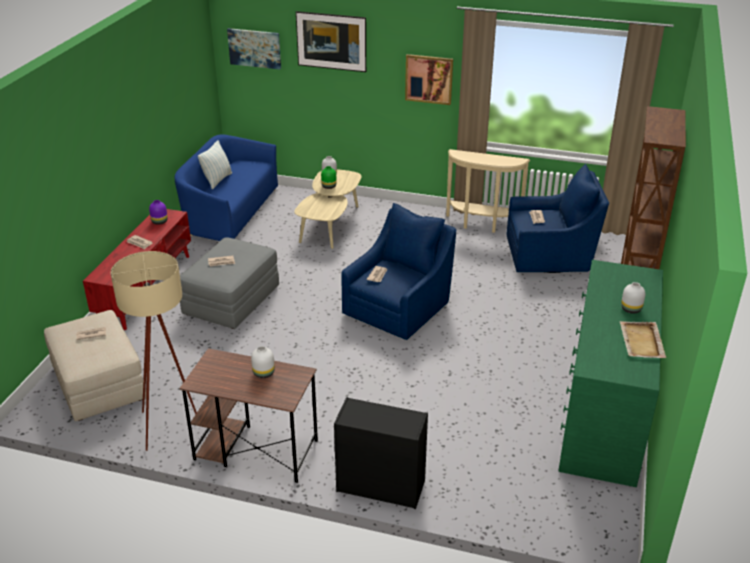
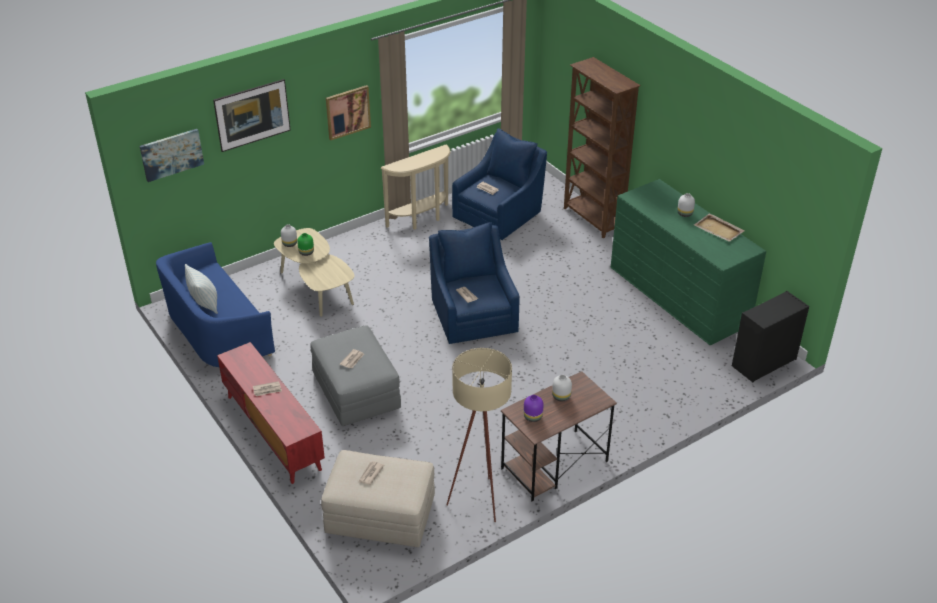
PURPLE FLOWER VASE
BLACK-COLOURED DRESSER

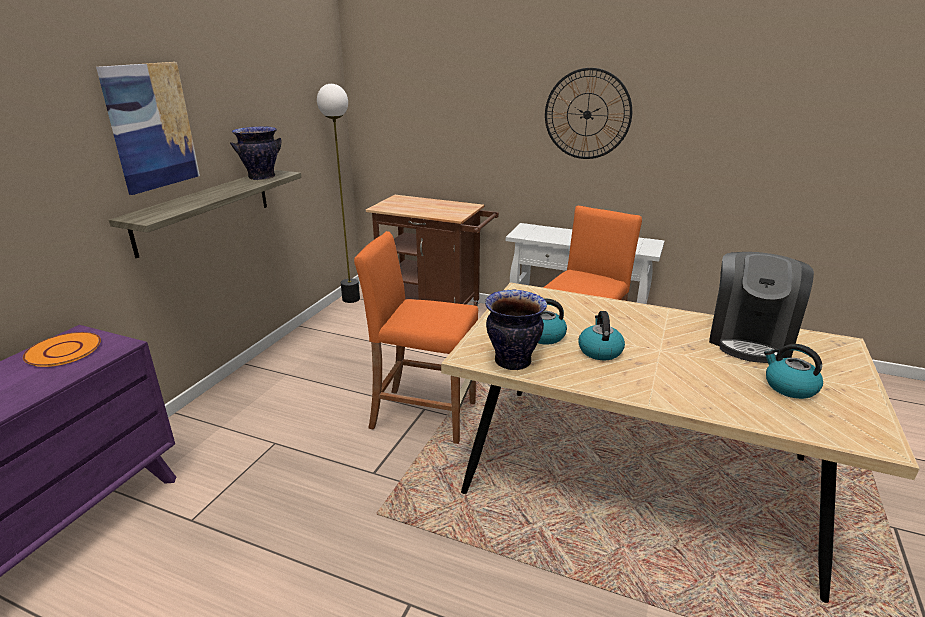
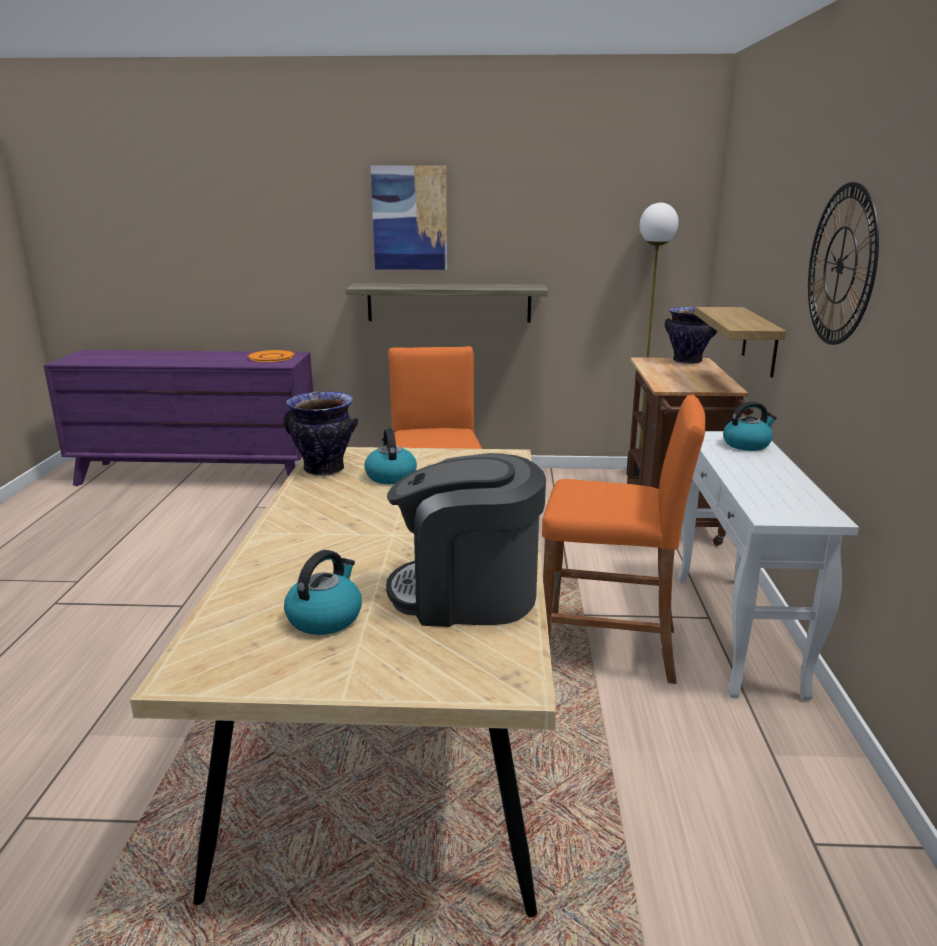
FLOWER VASE (no. 2 from left)
WALL SHELF (no. 2 from left)
TEA KETTLE (no. 3 from left)

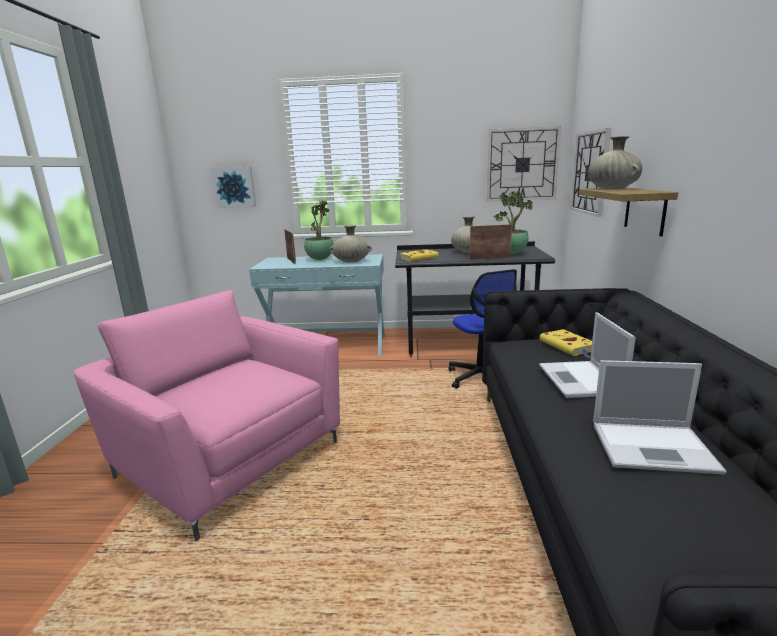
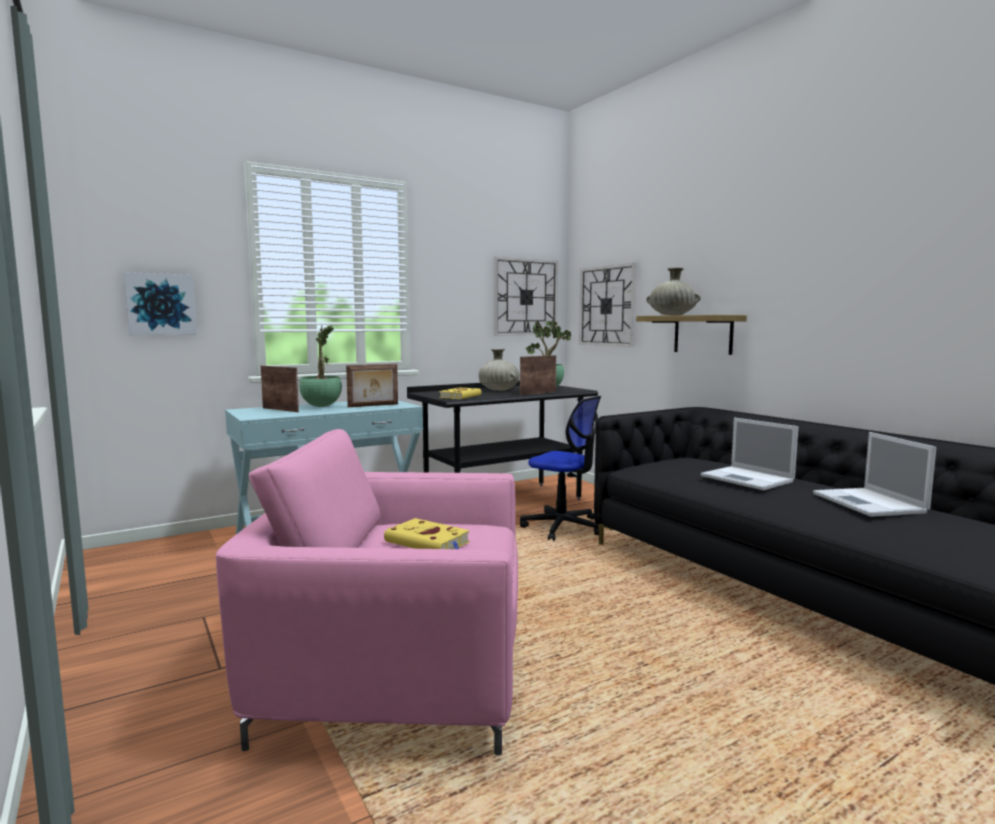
PICTURE FRAME (no. 2 from left)
YELLOW-COLOURED BOOK (no. 1 from left)
NOTEBOOK COMPUTER (no. 2 from left)

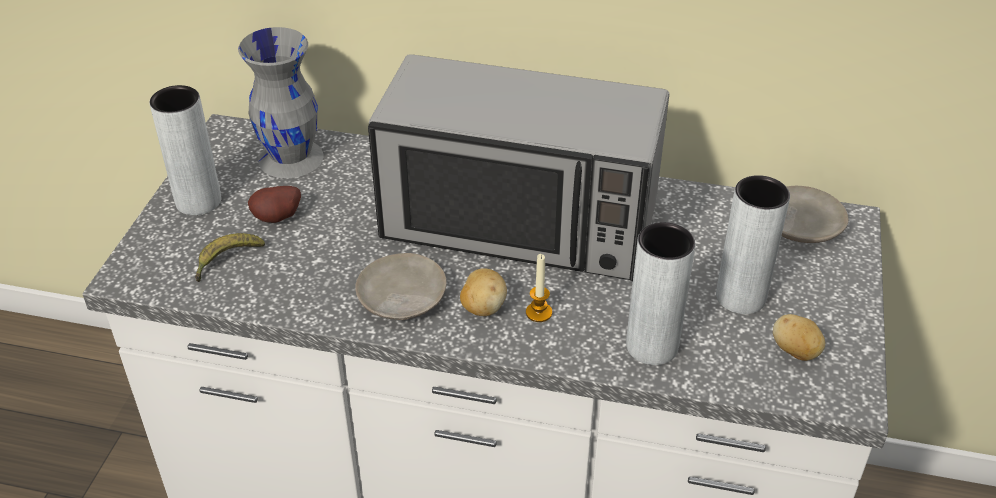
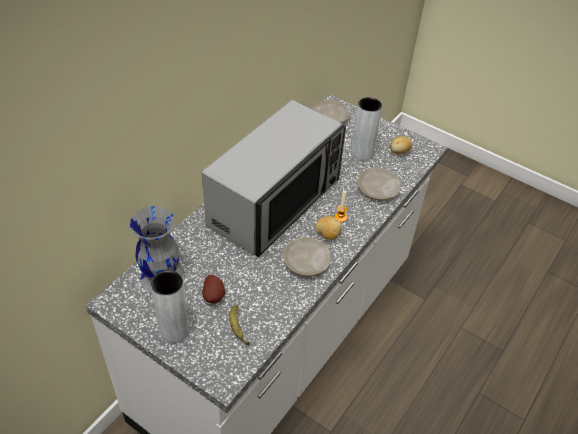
SAND-COLOURED PLATE (no. 3 from left)

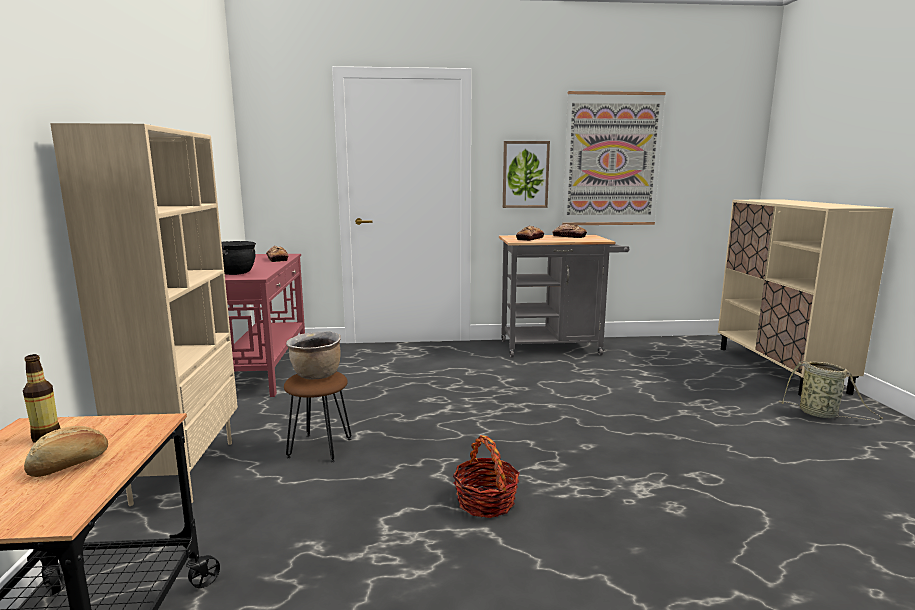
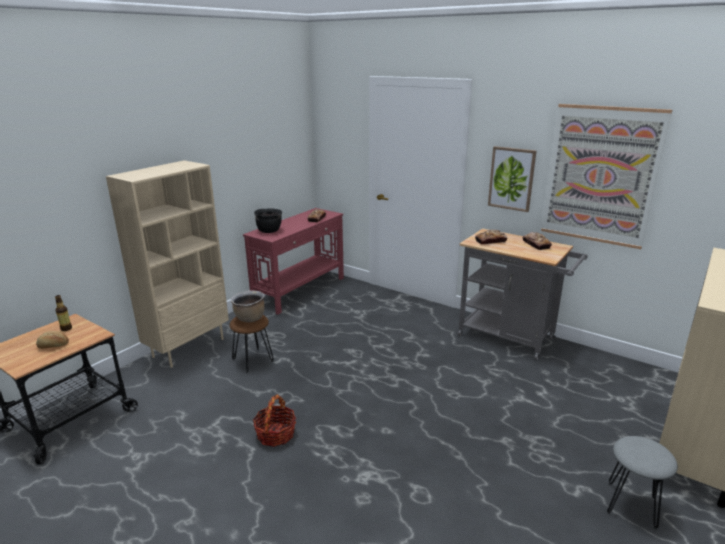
GRAY STOOL

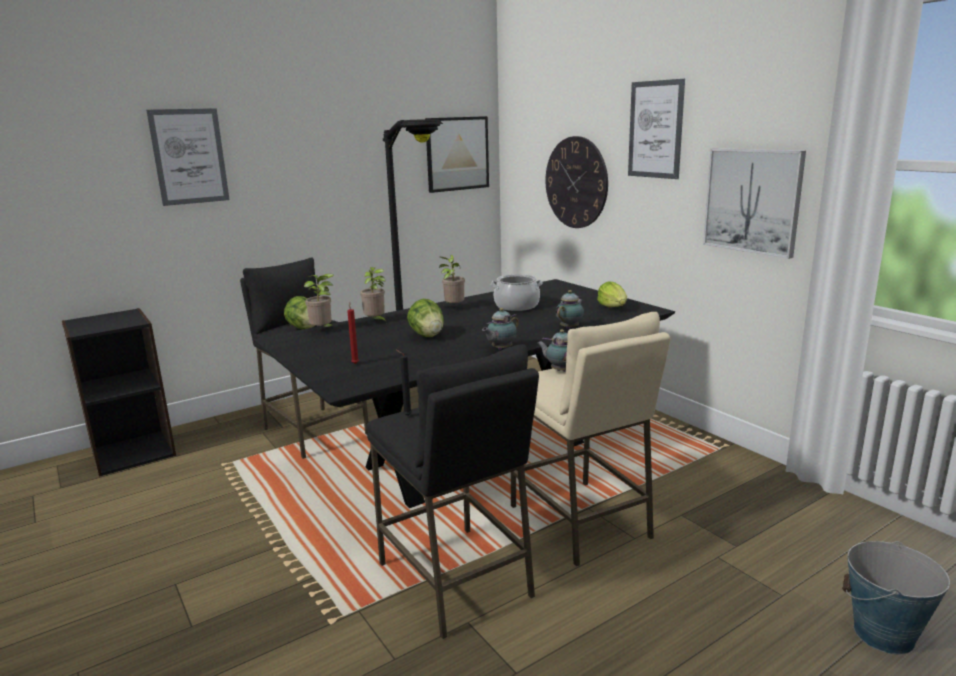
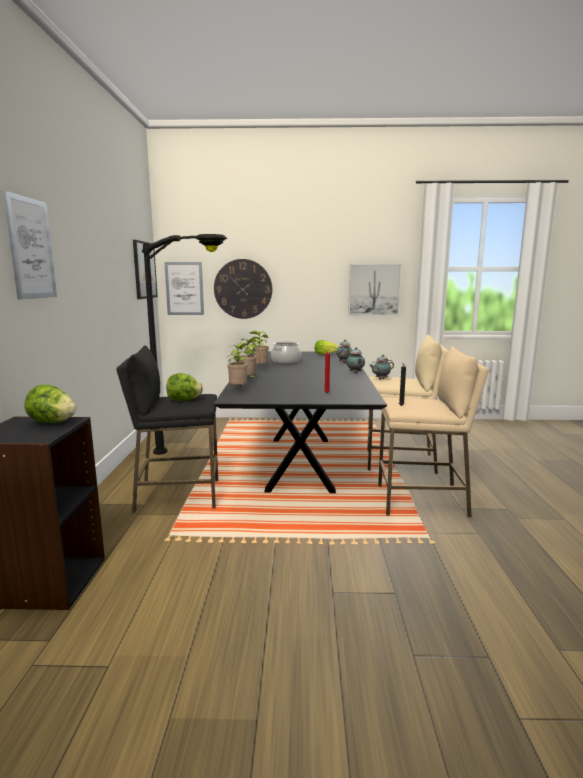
LETTUCE (no. 1 from left)
WALL ART (no. 3 from left)
SAND-COLOURED STOOL (no. 2 from left)
WATER BUCKET

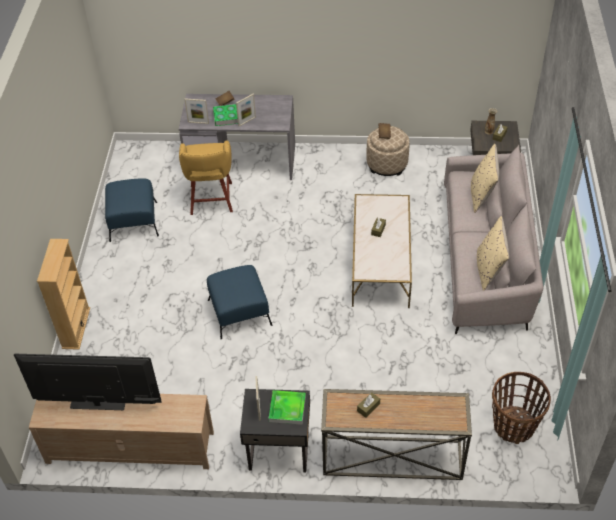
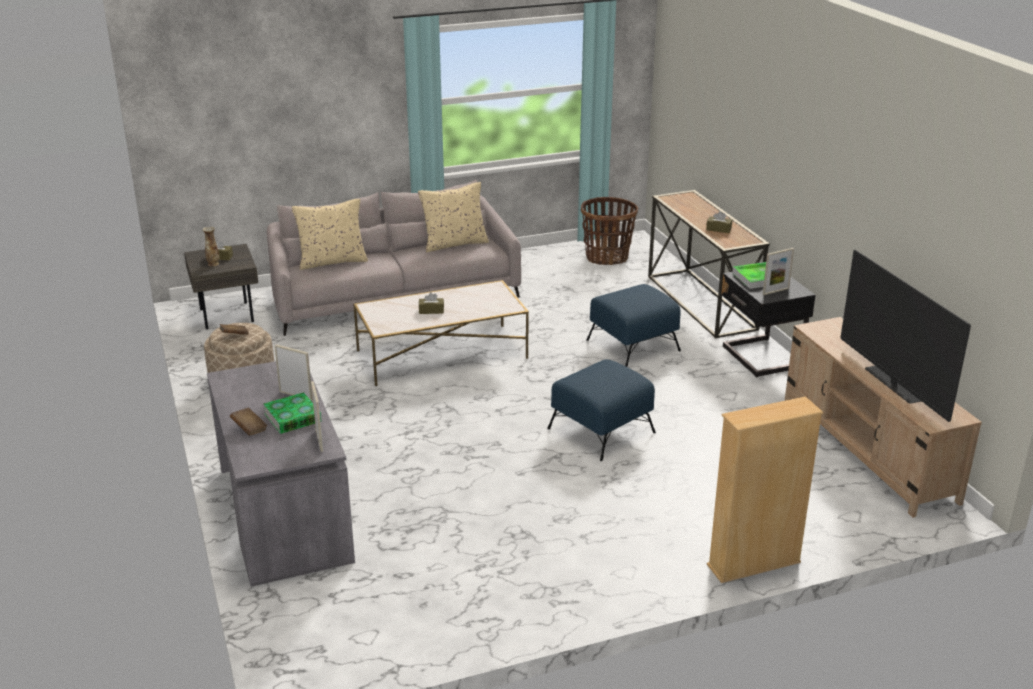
BLUE OTTOMAN (no. 2 from left)
YELLOW-COLOURED STOOL

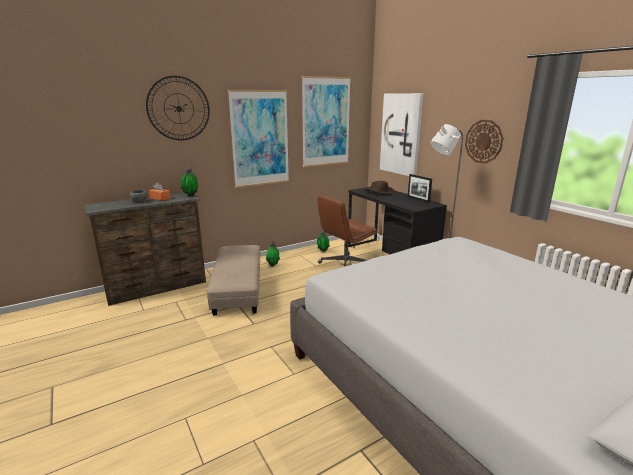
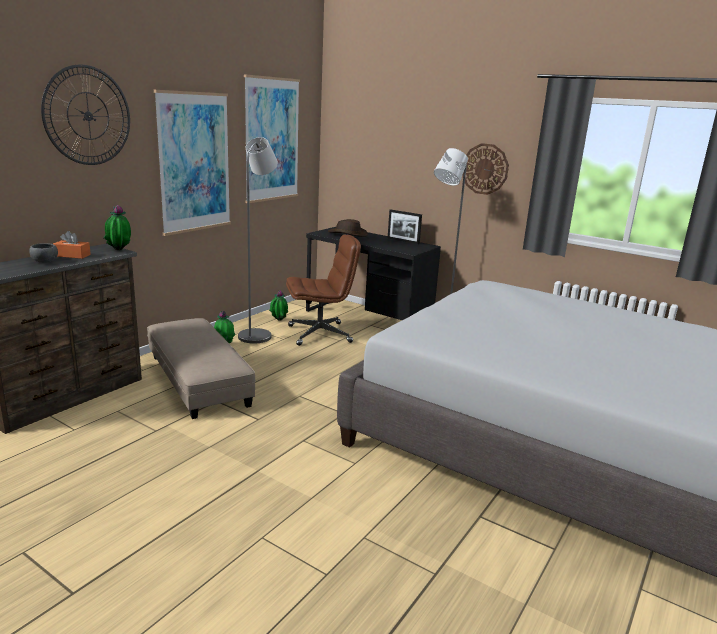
GRAY STANDARD LAMP (no. 1 from left)
BROWN-COLOURED OFFICE CHAIR
WALL ART (no. 3 from left in the first image)

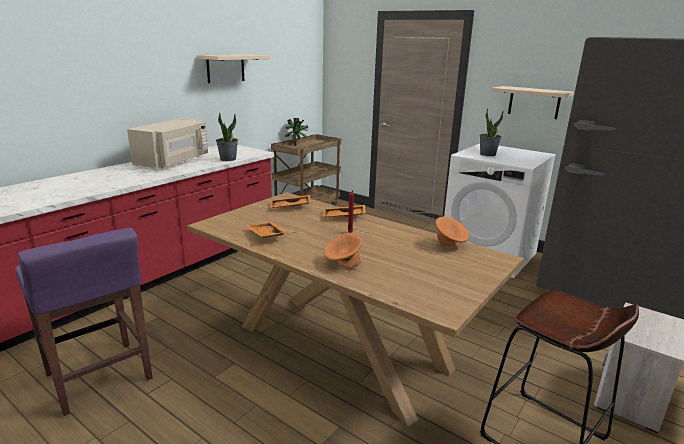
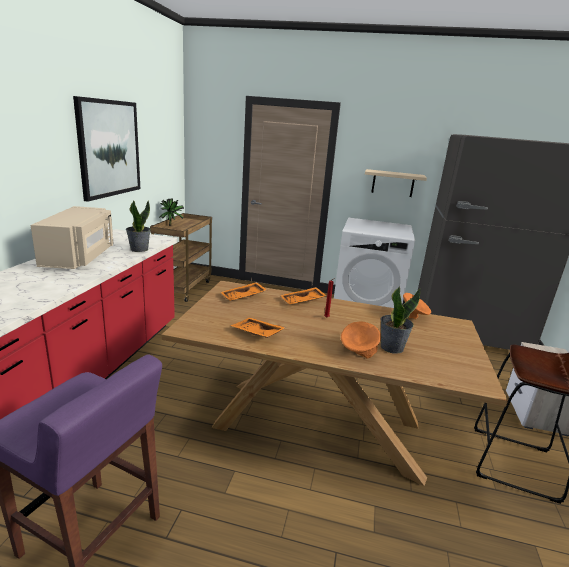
WALL ART
PLANT IN A POT (no. 3 from left)

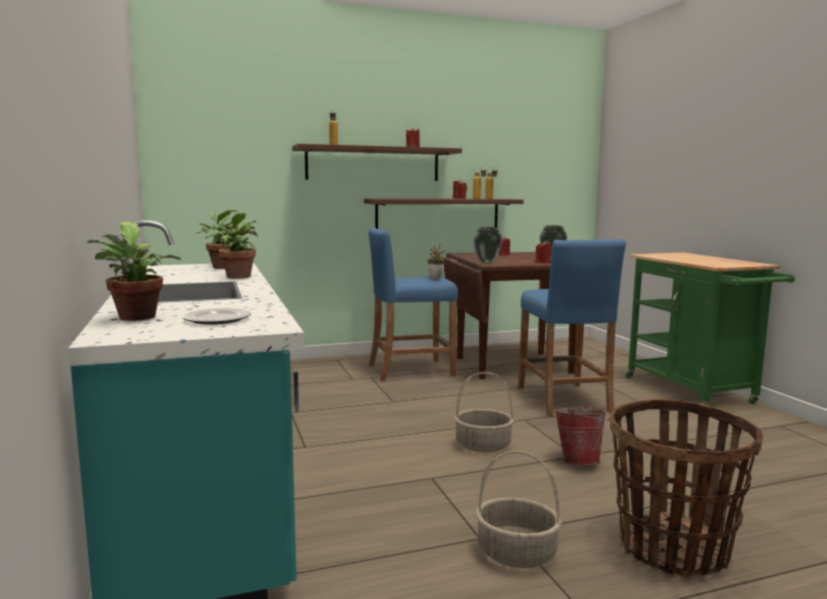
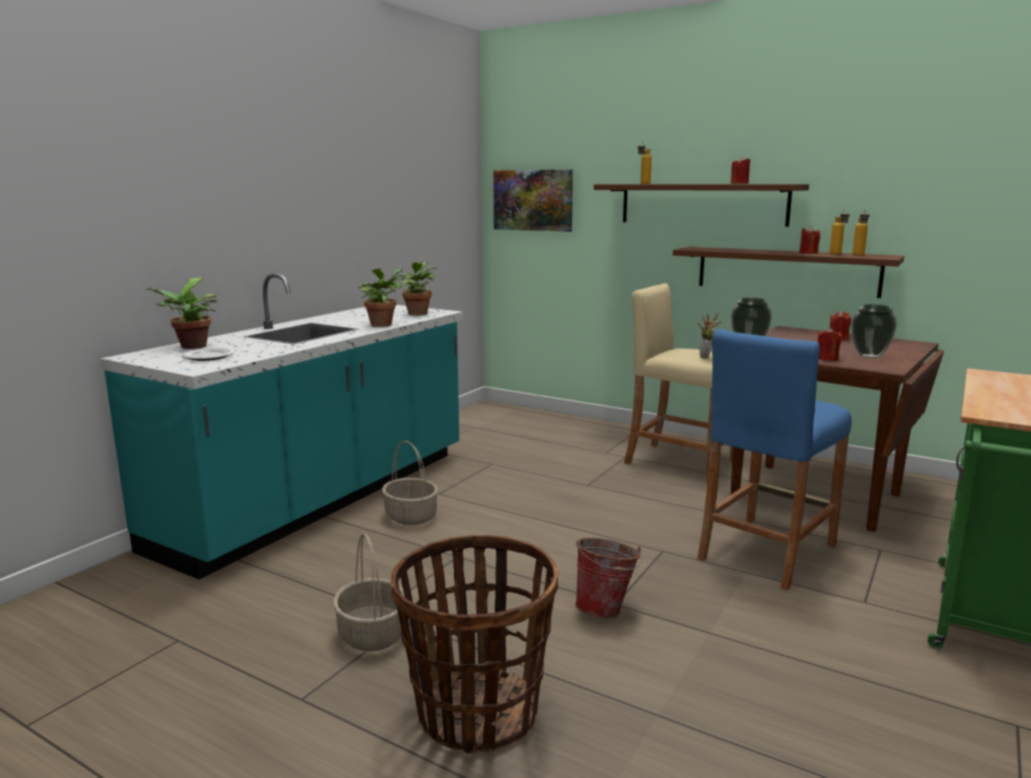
BASKET (no. 2 from left)
WALL ART
SAND-COLOURED STOOL

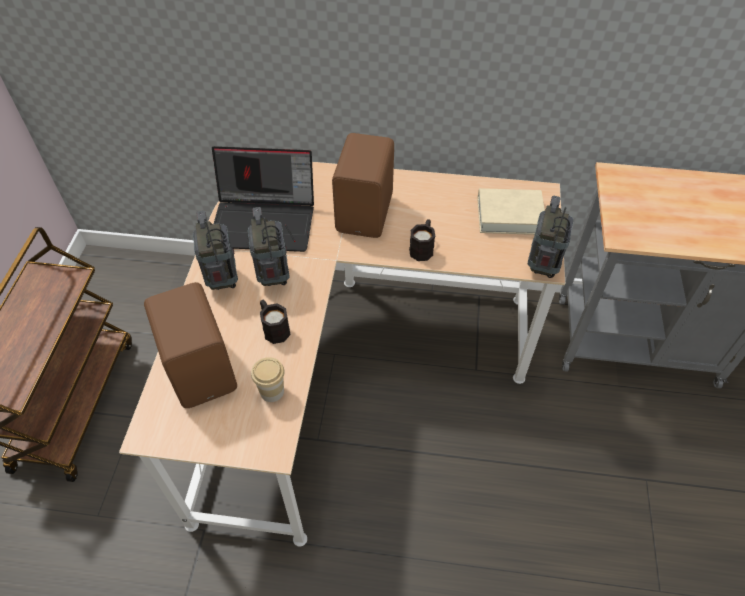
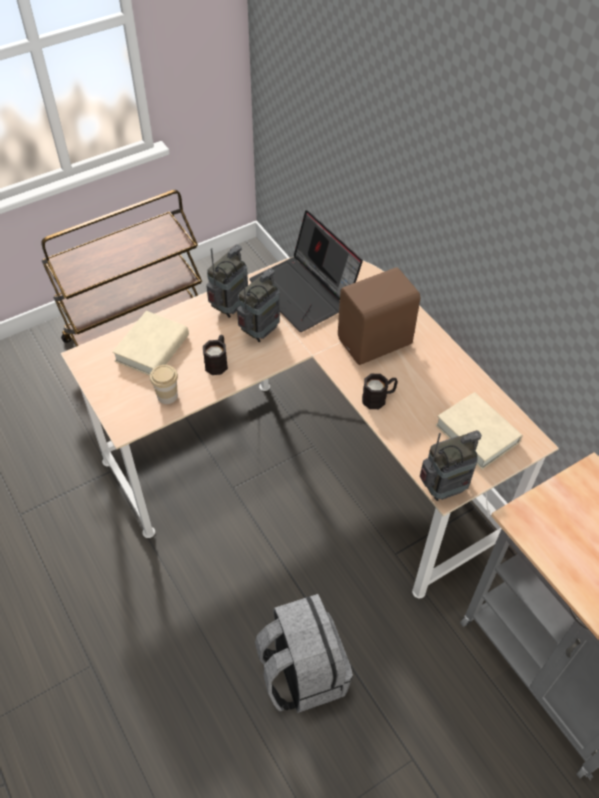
SAND-COLOURED BOOK (no. 1 from left)
GRAY BACKPACK

